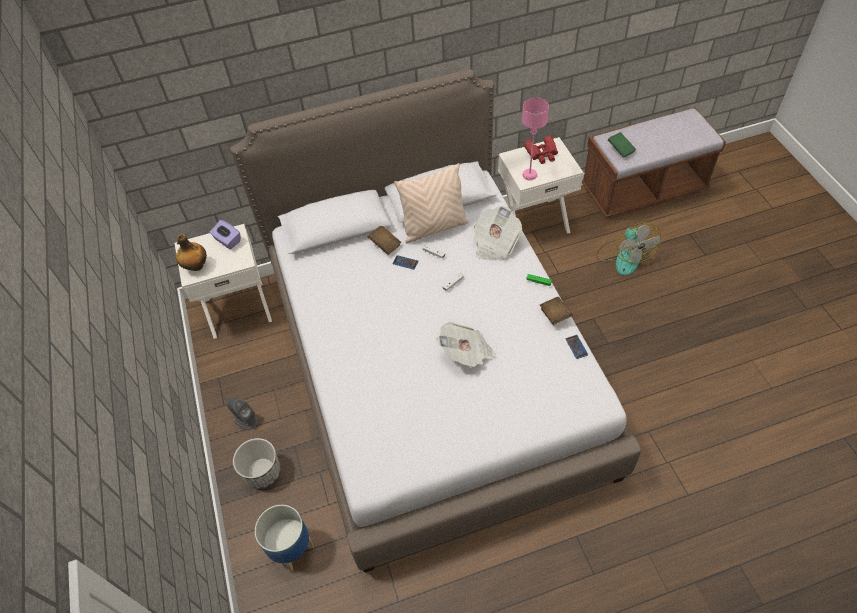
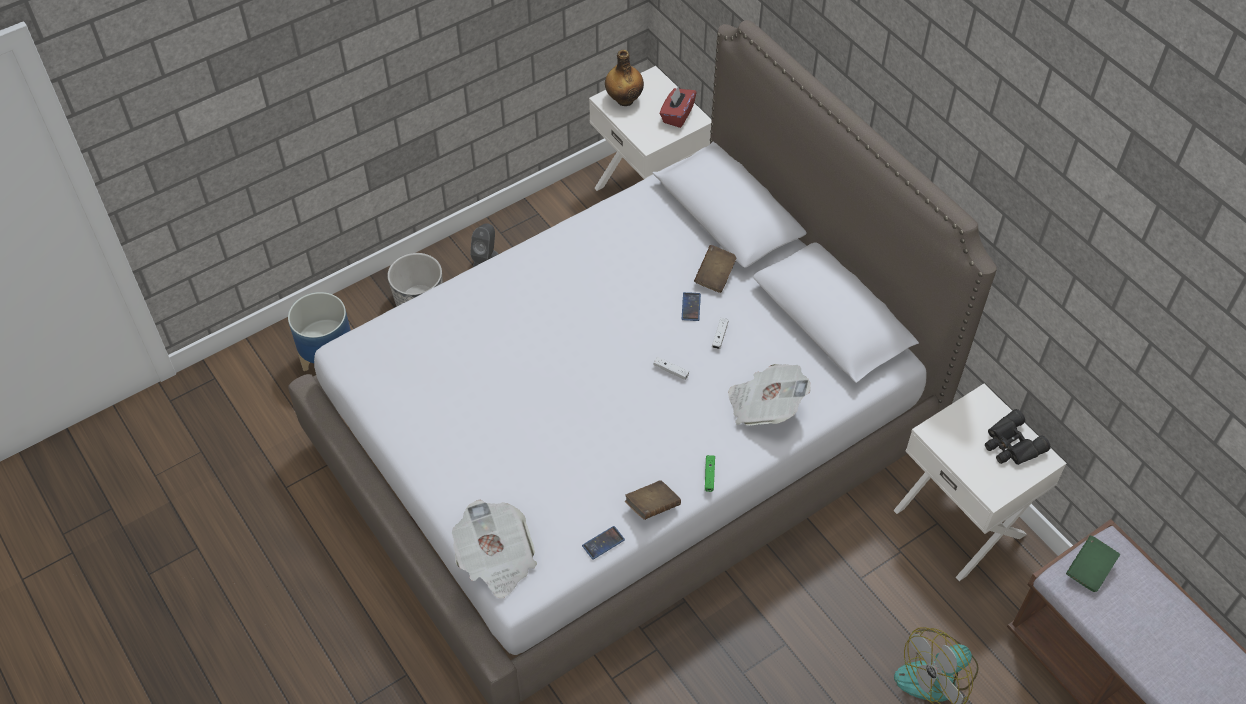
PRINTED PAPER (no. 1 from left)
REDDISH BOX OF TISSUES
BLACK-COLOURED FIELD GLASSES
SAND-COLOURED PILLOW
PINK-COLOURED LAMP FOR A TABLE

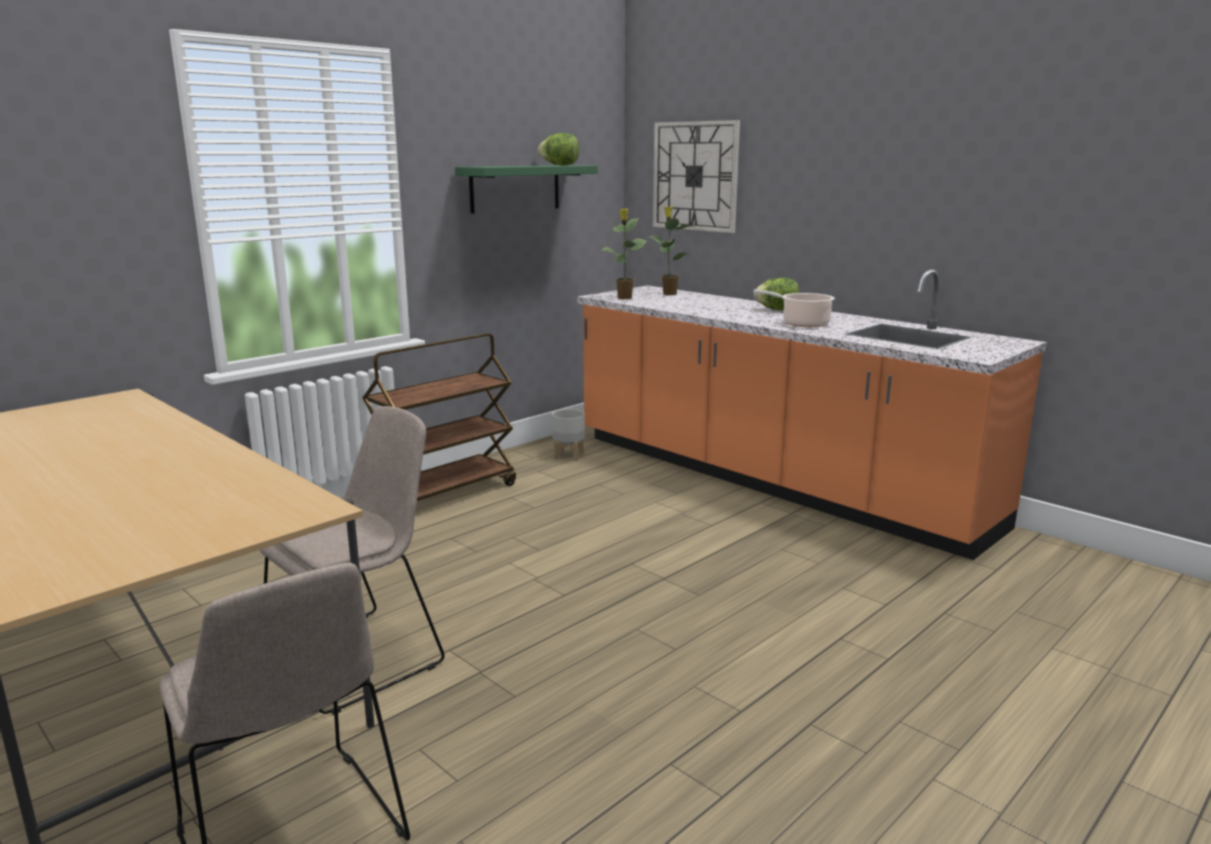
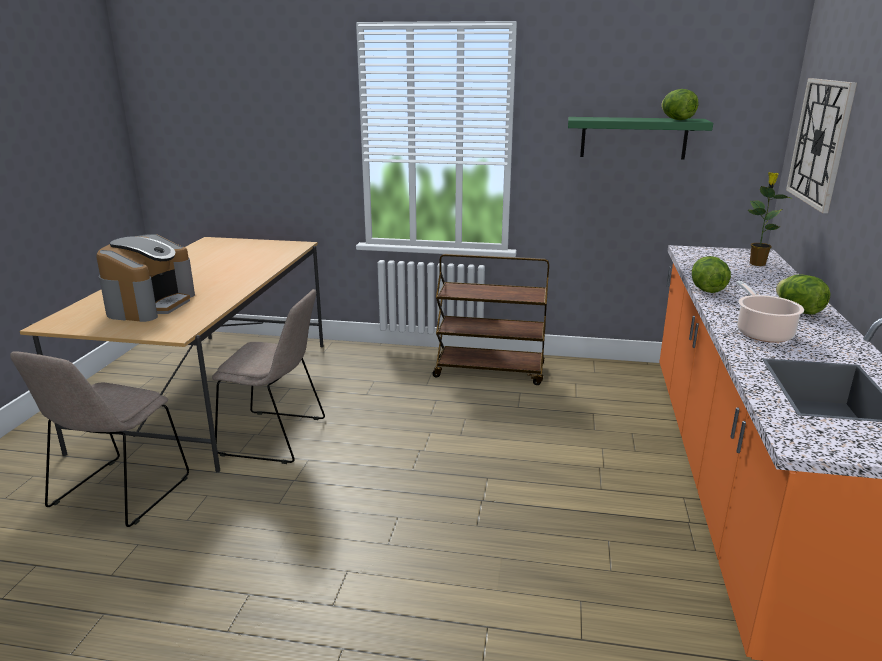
COFFEE BREWER
LETTUCE (no. 2 from left)
GRAY PLANT POT
PLANT IN A POT (no. 1 from left in the first image)

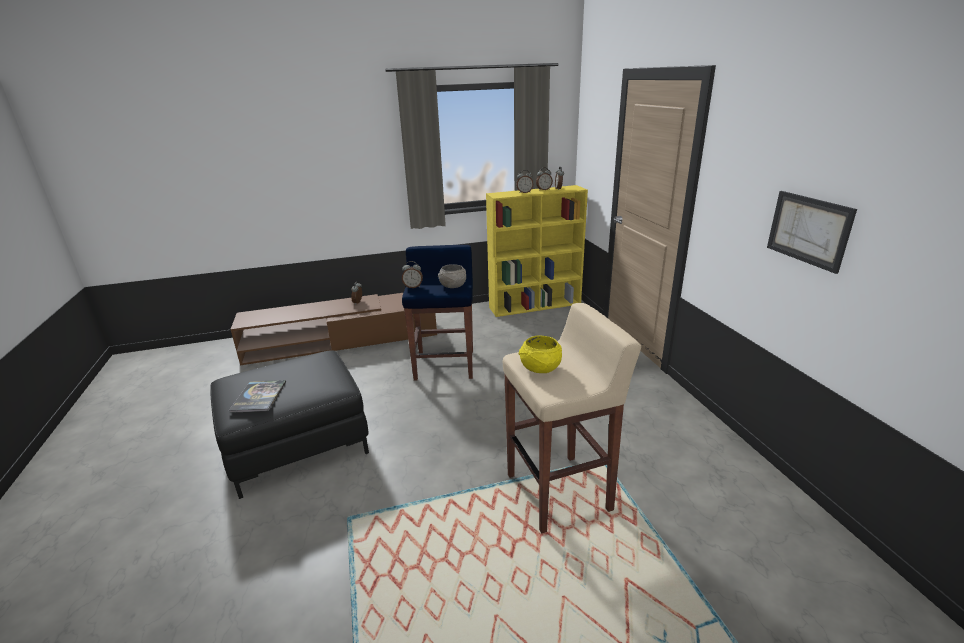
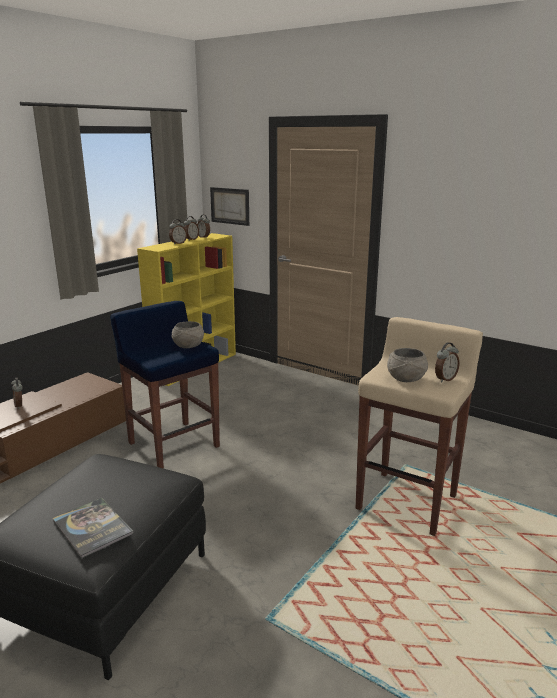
WALL ART
GRAY BOWL (no. 2 from left)
TABLE CLOCK (no. 5 from left)

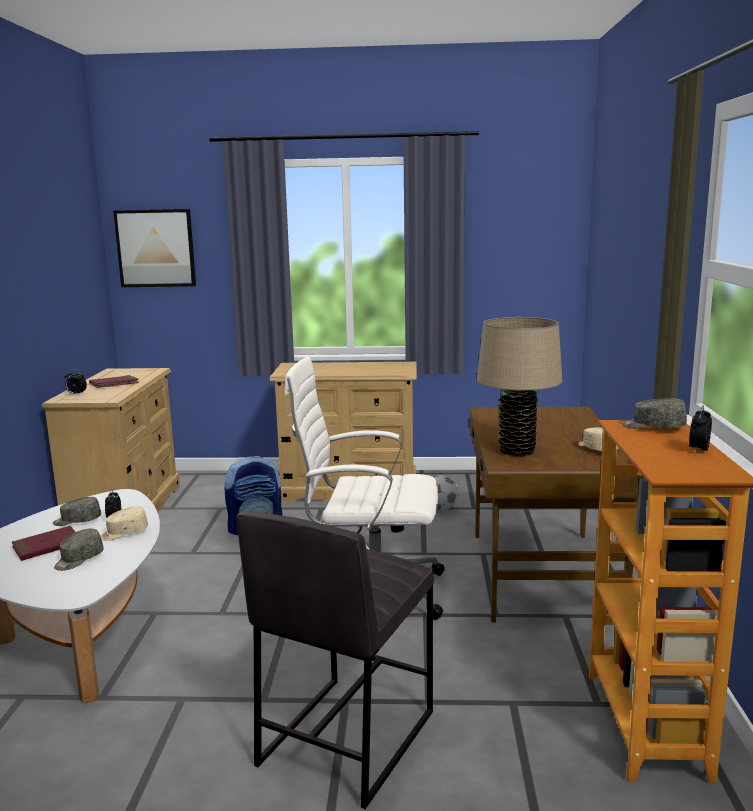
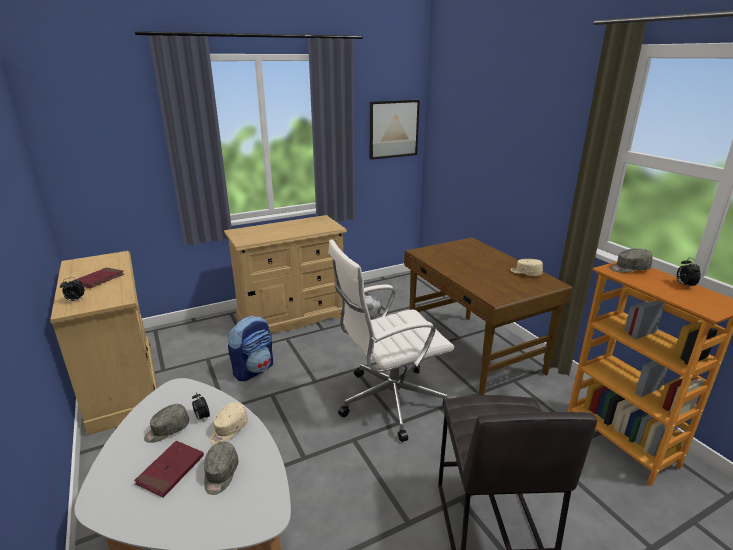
WALL ART
SAND-COLOURED LAMP FOR A TABLE

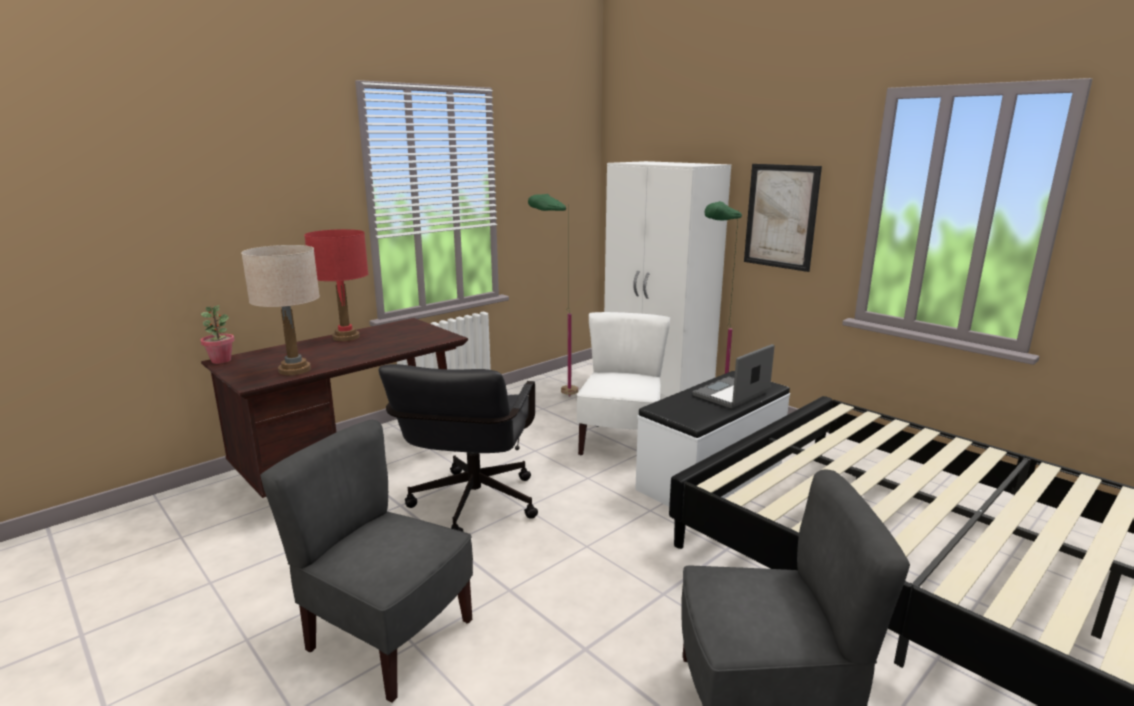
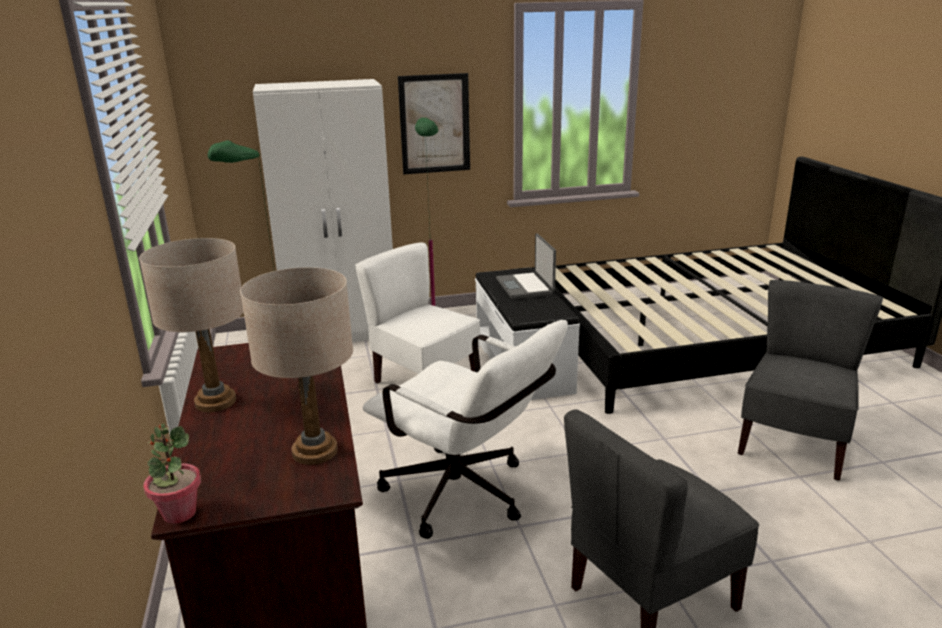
SAND-COLOURED LAMP FOR A TABLE (no. 1 from left)
WHITE OFFICE CHAIR

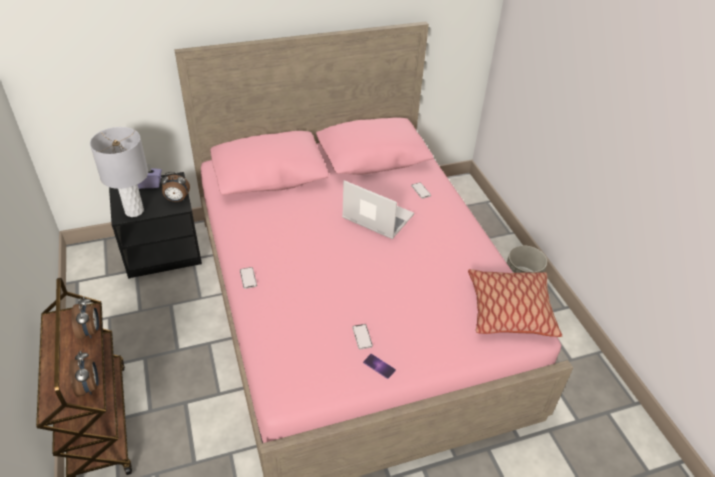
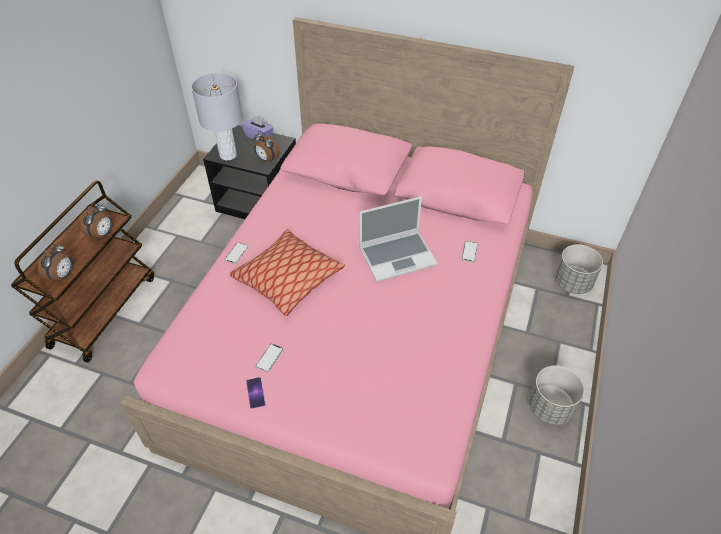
PILLOW
NOTEBOOK COMPUTER
GRAY PLANT POT (no. 2 from left)

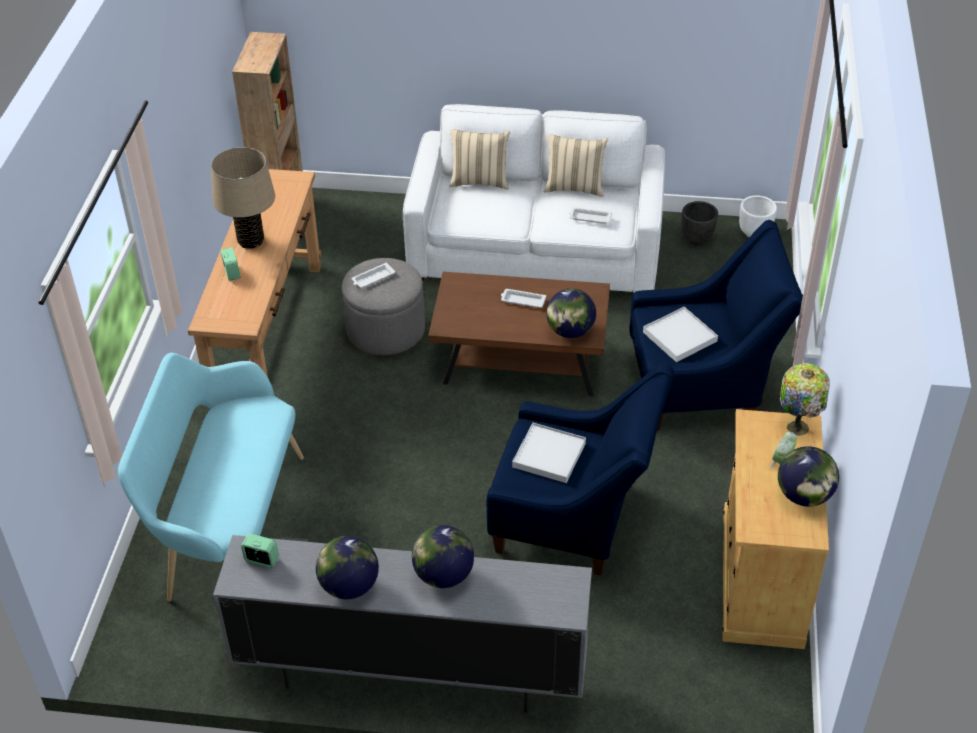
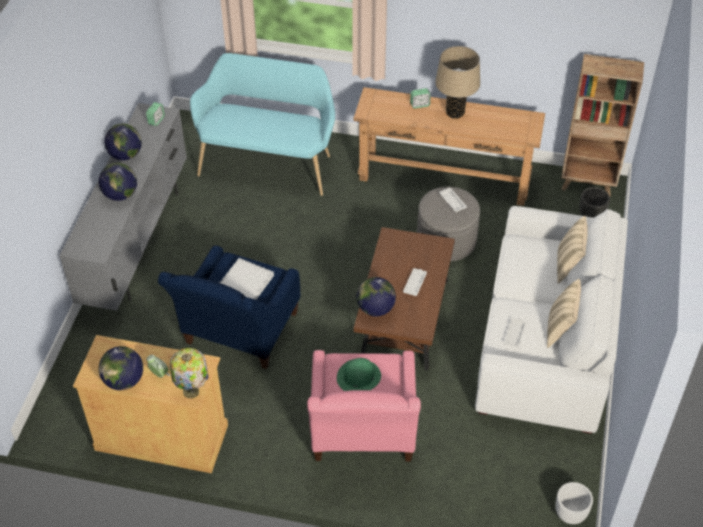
PINK-COLOURED ARMCHAIR
GREENISH CLOTHING HAT
BLACK-COLOURED PLANT POT

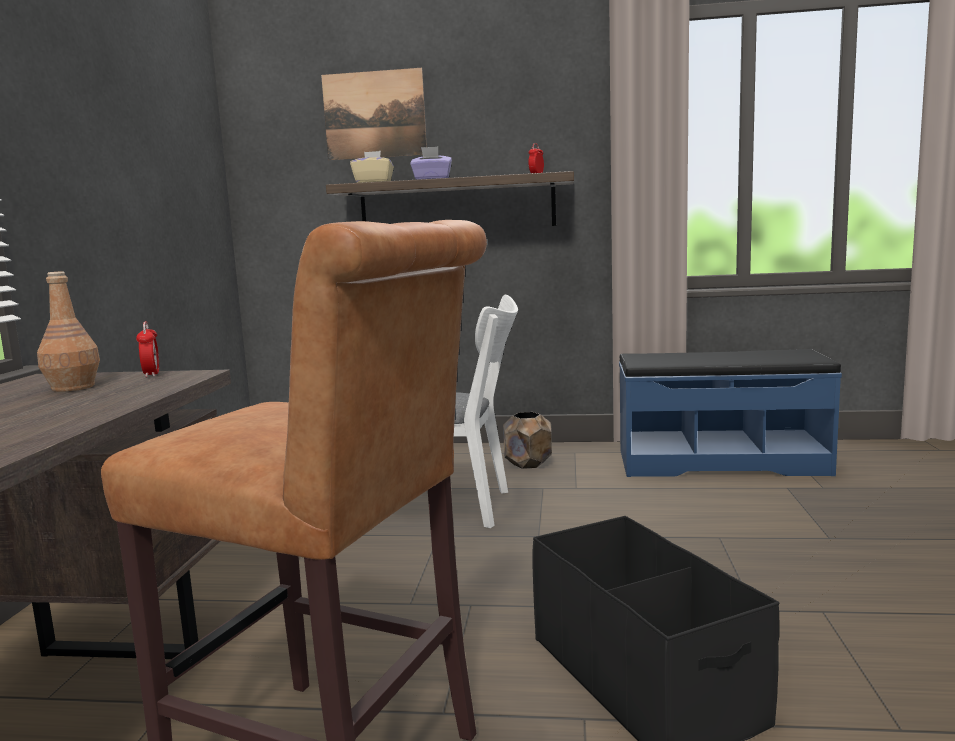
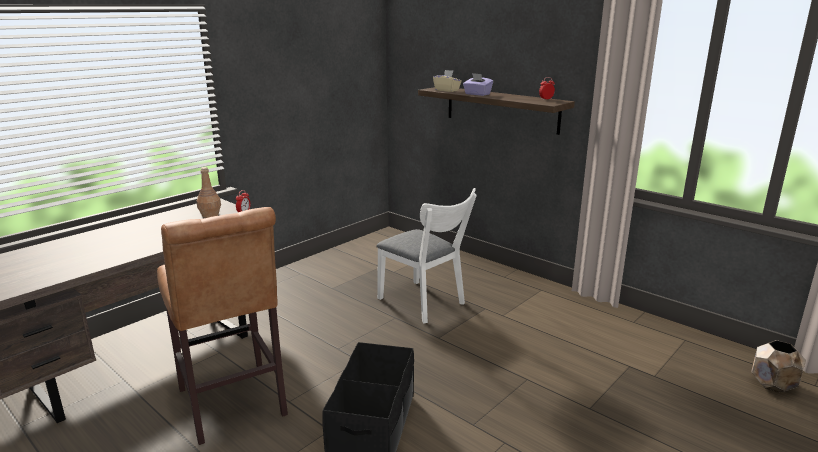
BROWN-COLOURED PLANT POT
WALL ART
BLUE INDOOR BENCH

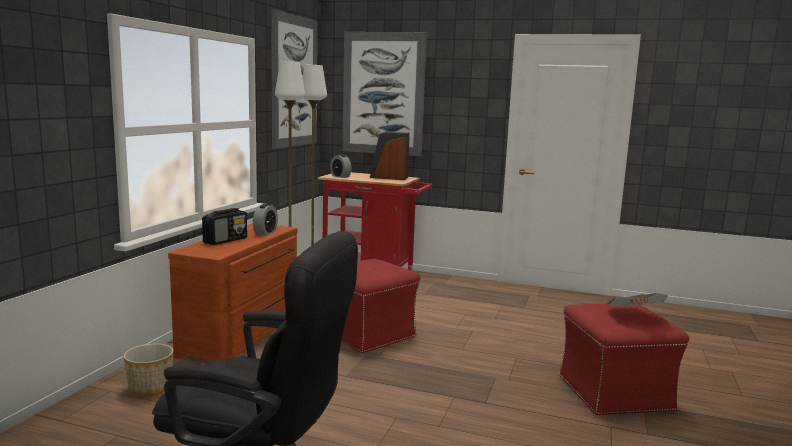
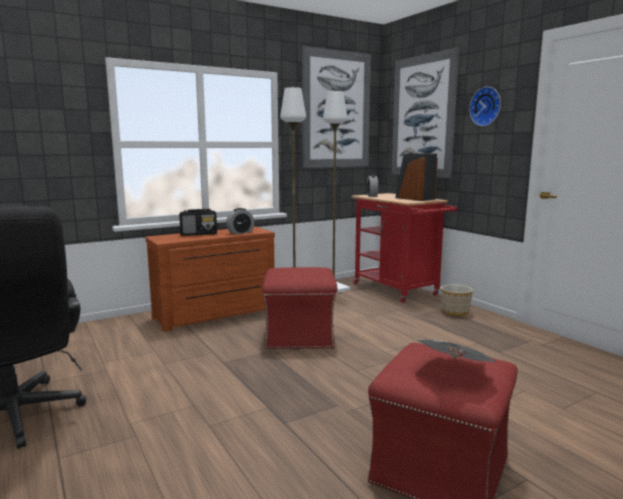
PLANT POT
HANGING CLOCK

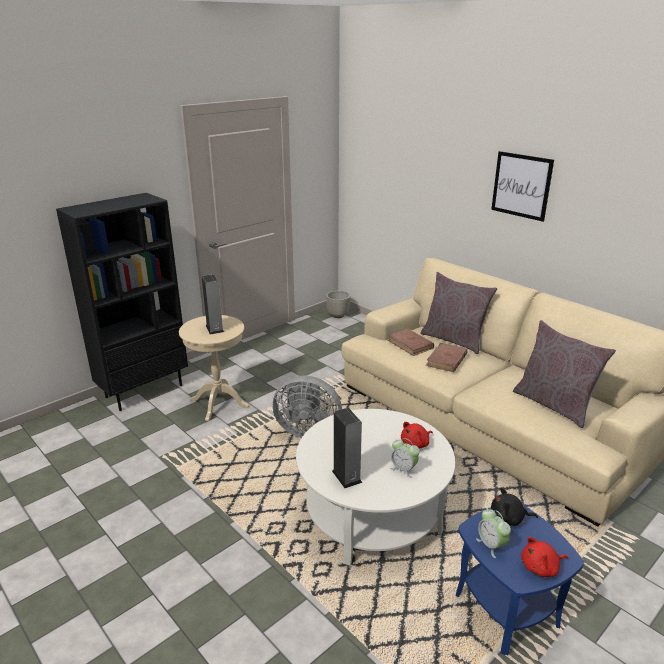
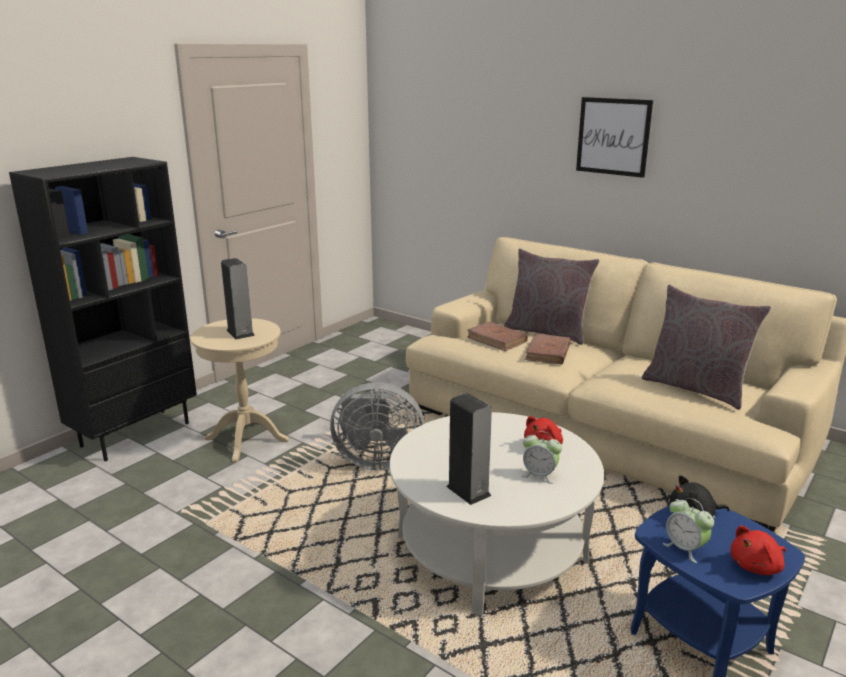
GRAY PLANT POT

